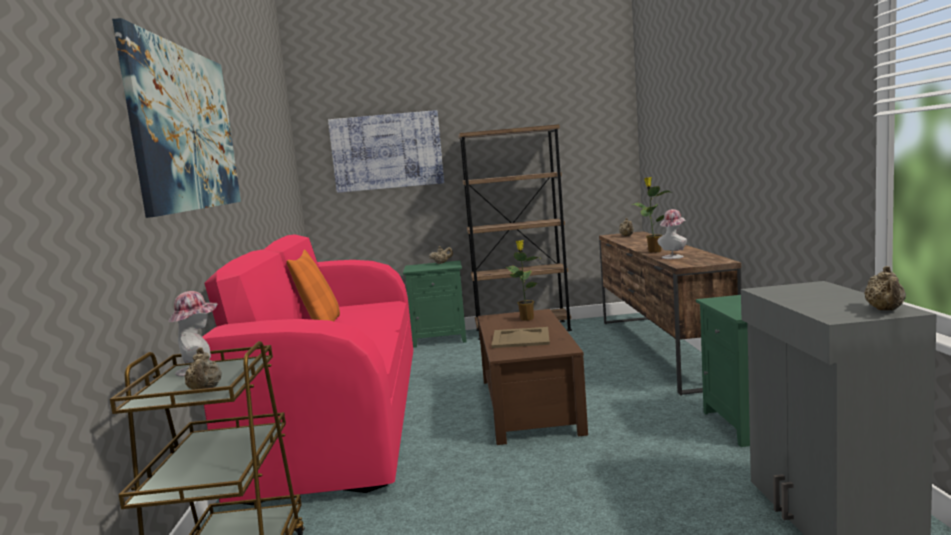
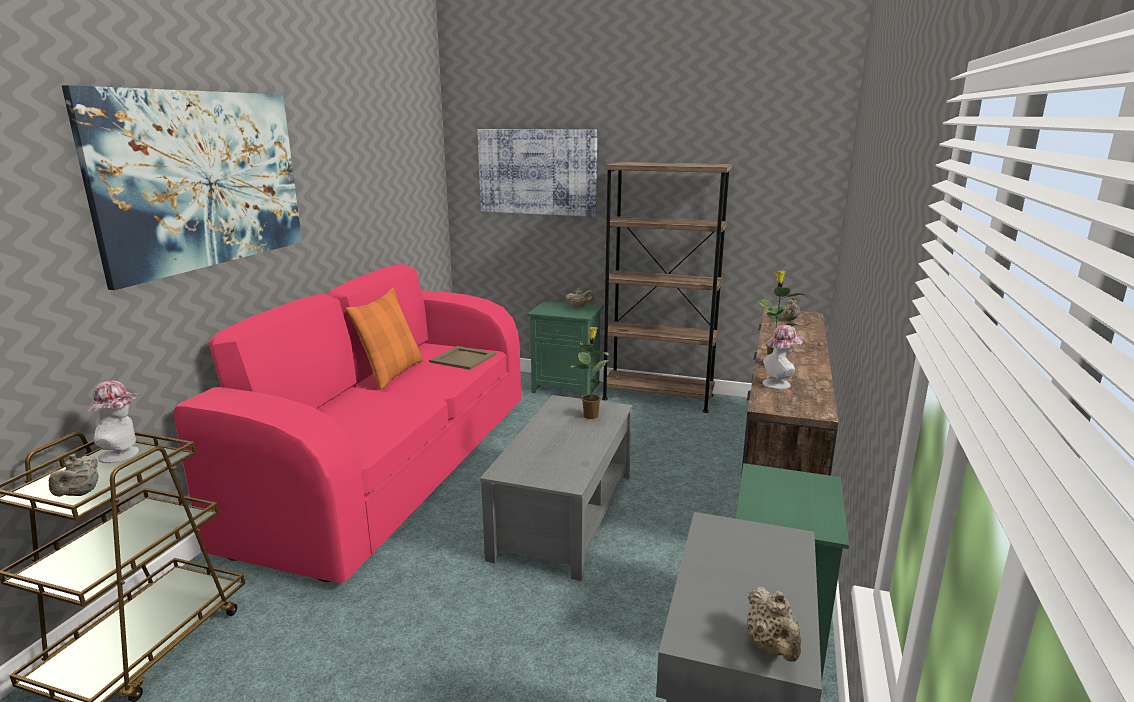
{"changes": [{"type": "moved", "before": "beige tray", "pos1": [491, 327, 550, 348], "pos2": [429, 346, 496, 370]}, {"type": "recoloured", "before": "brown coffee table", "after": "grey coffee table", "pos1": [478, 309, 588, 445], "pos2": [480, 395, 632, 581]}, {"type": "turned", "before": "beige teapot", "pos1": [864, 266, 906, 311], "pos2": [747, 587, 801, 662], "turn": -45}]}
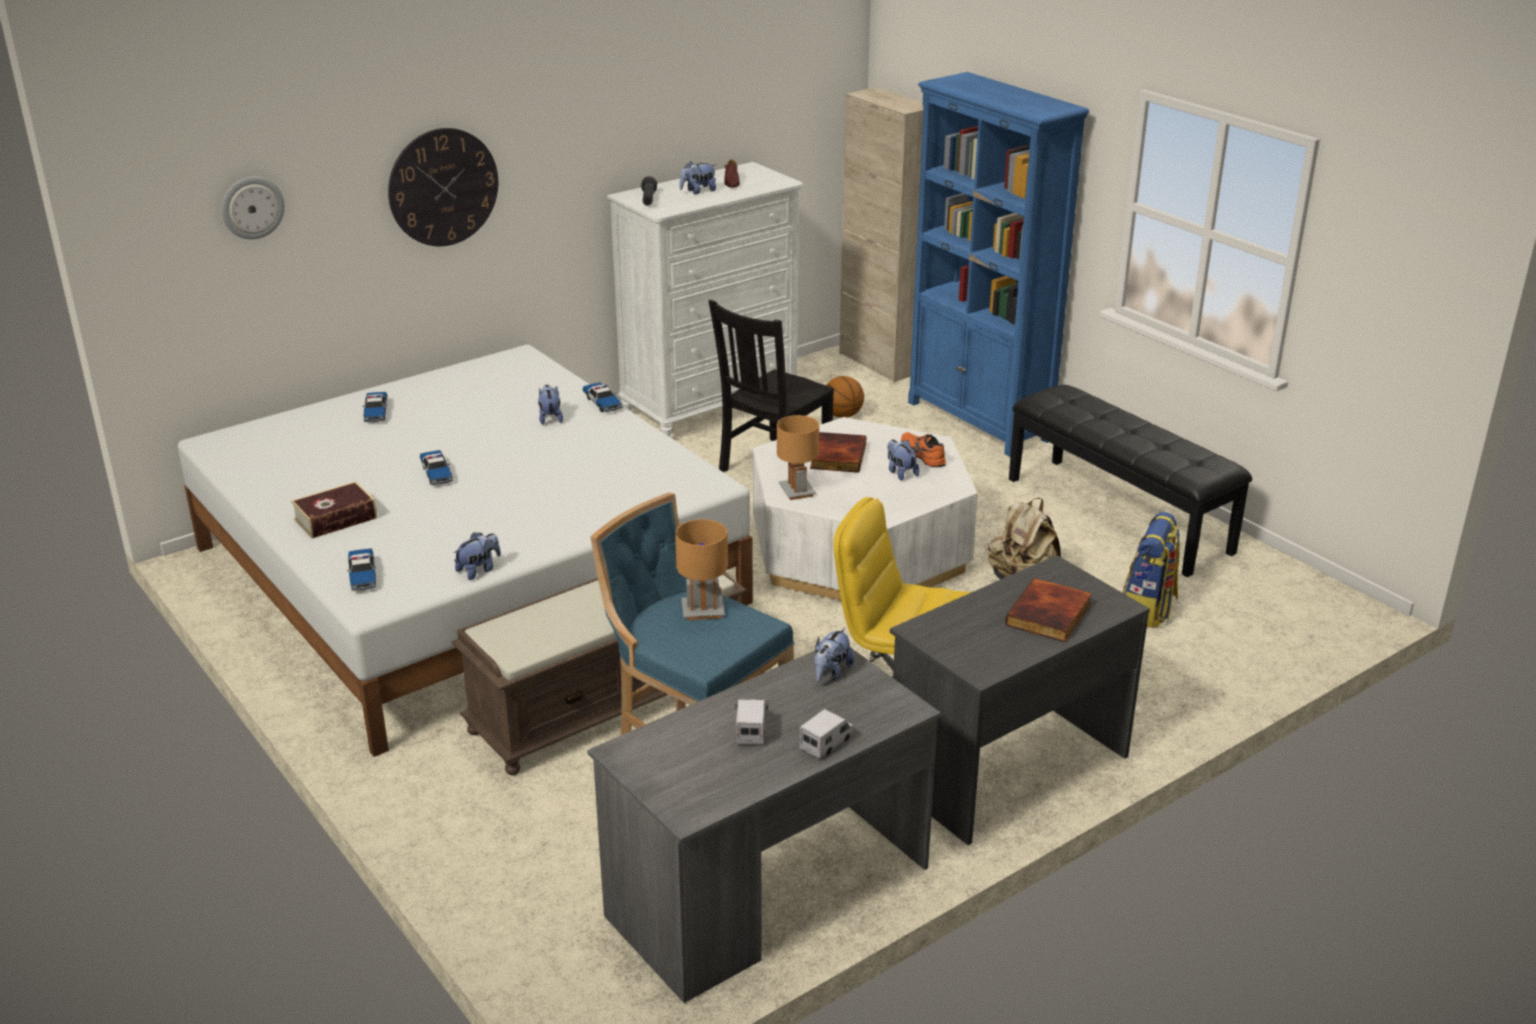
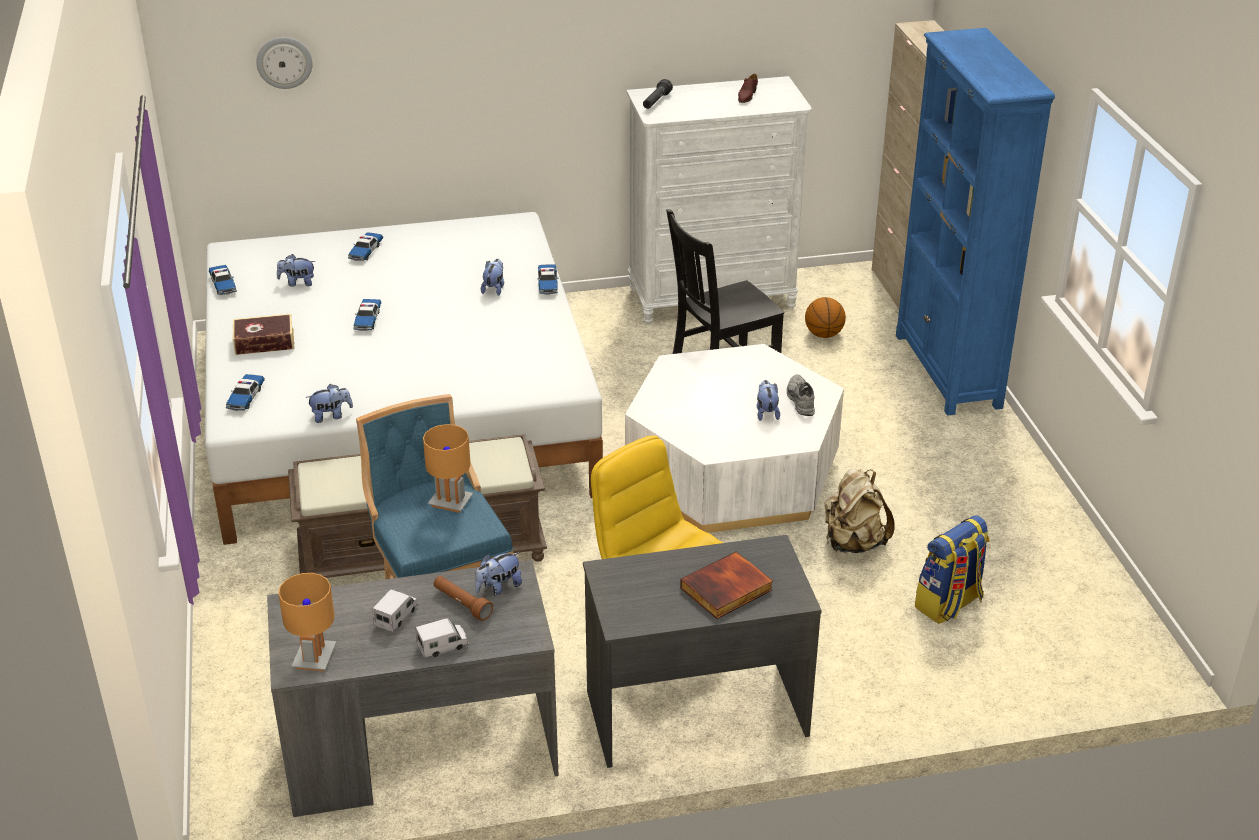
{"changes": [{"type": "removed", "before": "wall clock", "pos1": [388, 128, 498, 246]}, {"type": "removed", "before": "book", "pos1": [810, 432, 866, 473]}, {"type": "removed", "before": "black bench", "pos1": [1009, 385, 1252, 577]}, {"type": "added", "after": "toy car", "pos2": [209, 265, 237, 295]}, {"type": "added", "after": "brown flashlight", "pos2": [434, 576, 493, 621]}, {"type": "moved", "before": "plush toy", "pos1": [680, 161, 716, 194], "pos2": [277, 254, 315, 287]}, {"type": "moved", "before": "brown table lamp", "pos1": [777, 415, 819, 500], "pos2": [278, 573, 336, 671]}, {"type": "recoloured", "before": "orange shoe", "after": "grey shoe", "pos1": [901, 432, 946, 467], "pos2": [787, 374, 815, 416]}]}
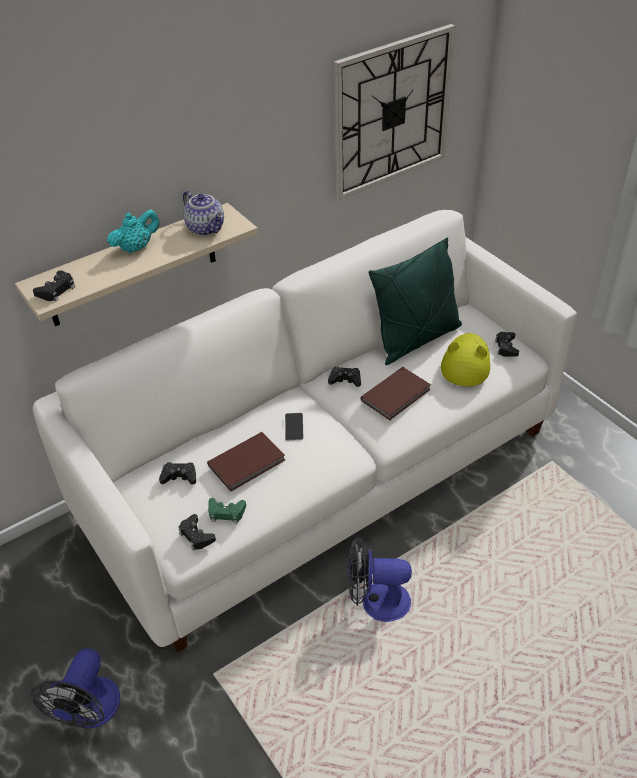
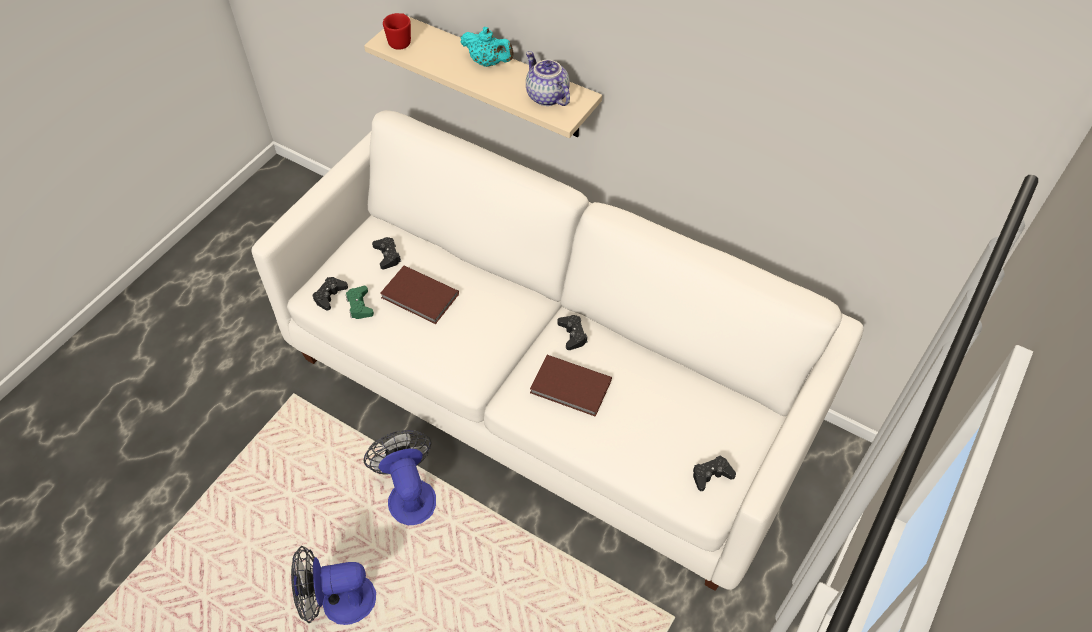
{"changes": [{"type": "removed", "before": "phone", "pos1": [285, 413, 303, 441]}, {"type": "removed", "before": "wall clock", "pos1": [334, 24, 455, 200]}, {"type": "removed", "before": "green pillow", "pos1": [369, 238, 462, 365]}, {"type": "removed", "before": "yellow hat", "pos1": [441, 333, 490, 387]}, {"type": "moved", "before": "fan", "pos1": [31, 648, 120, 729], "pos2": [291, 546, 376, 625]}, {"type": "replaced", "before": "black game controller", "after": "red mug", "pos1": [33, 270, 75, 301], "pos2": [383, 13, 411, 50]}, {"type": "turned", "before": "teapot", "pos1": [183, 191, 224, 236], "pos2": [526, 51, 570, 106], "turn": 120}]}
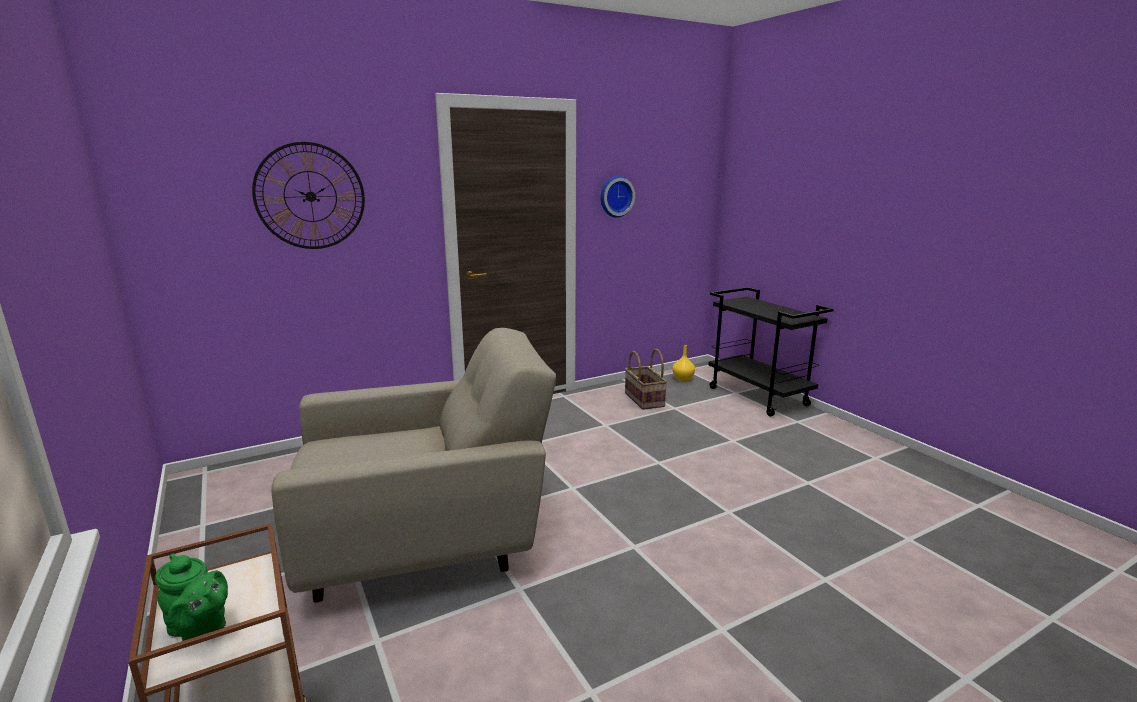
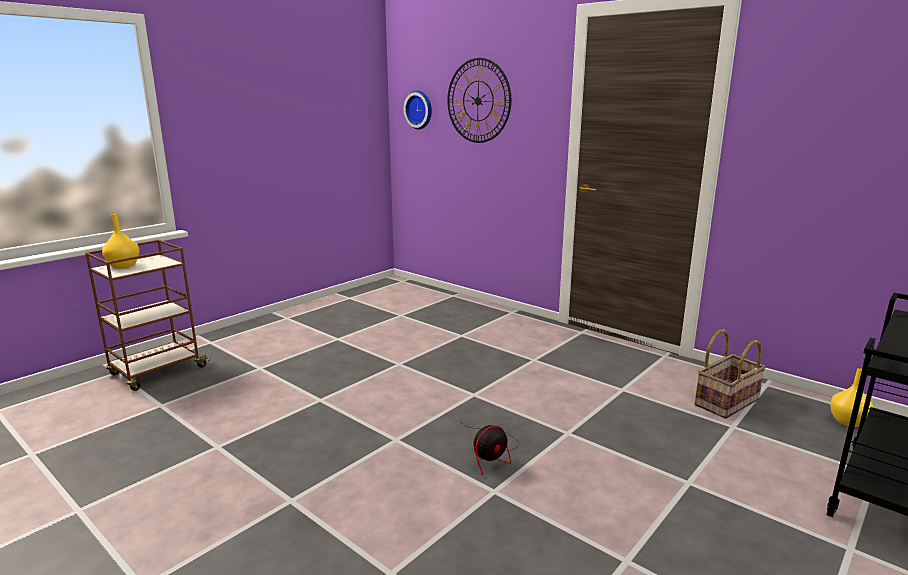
{"changes": [{"type": "removed", "before": "beige armchair", "pos1": [271, 328, 556, 603]}, {"type": "added", "after": "fan", "pos2": [463, 424, 520, 475]}, {"type": "moved", "before": "wall clock", "pos1": [601, 176, 635, 218], "pos2": [404, 90, 432, 129]}, {"type": "replaced", "before": "green teapot", "after": "yellow vase", "pos1": [155, 553, 228, 641], "pos2": [102, 214, 140, 269]}]}
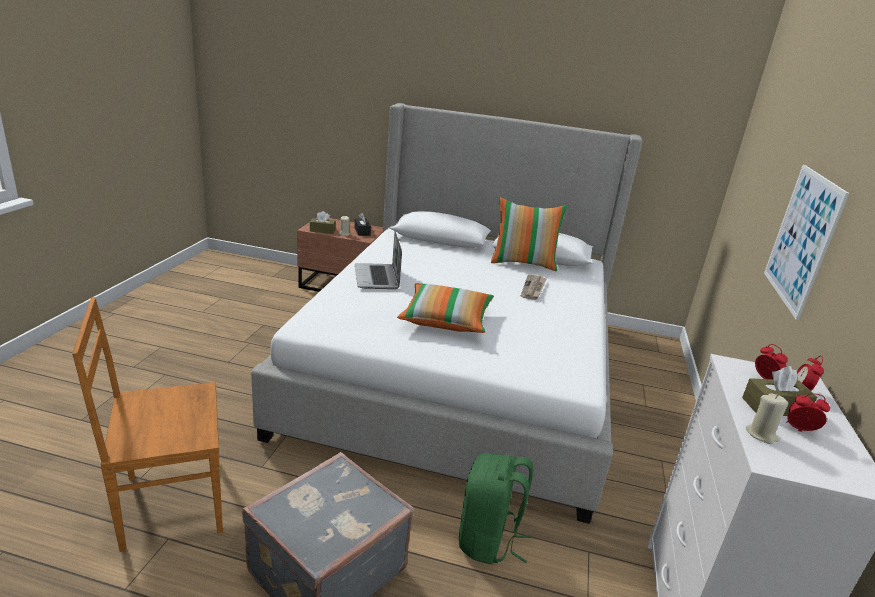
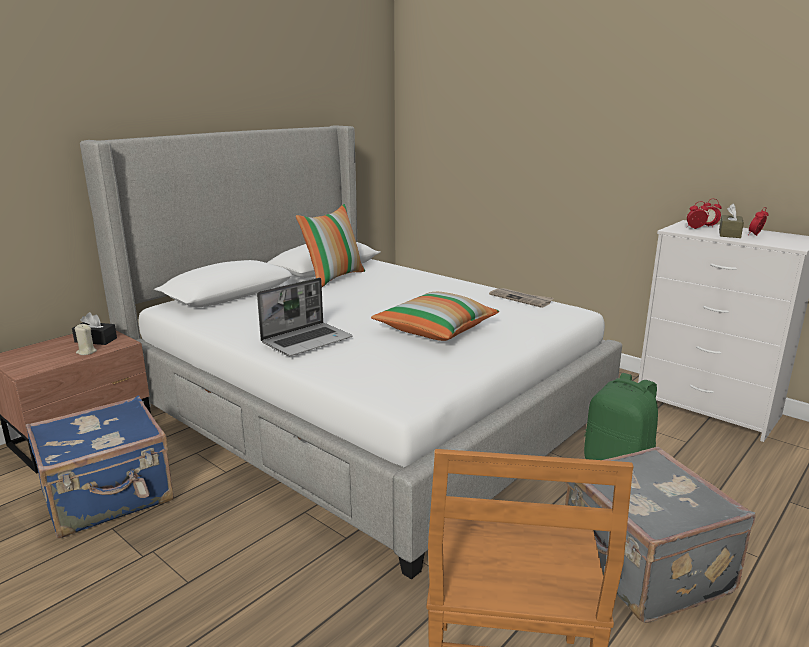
{"changes": [{"type": "removed", "before": "brown tissue box", "pos1": [310, 211, 336, 234]}, {"type": "removed", "before": "beige candle", "pos1": [746, 393, 788, 444]}, {"type": "removed", "before": "picture", "pos1": [764, 165, 849, 320]}, {"type": "added", "after": "blue suitcase", "pos2": [26, 396, 174, 538]}, {"type": "moved", "before": "newspaper", "pos1": [521, 274, 546, 300], "pos2": [489, 288, 554, 308]}, {"type": "turned", "before": "laptop", "pos1": [355, 231, 402, 289], "pos2": [257, 278, 353, 356], "turn": -60}]}
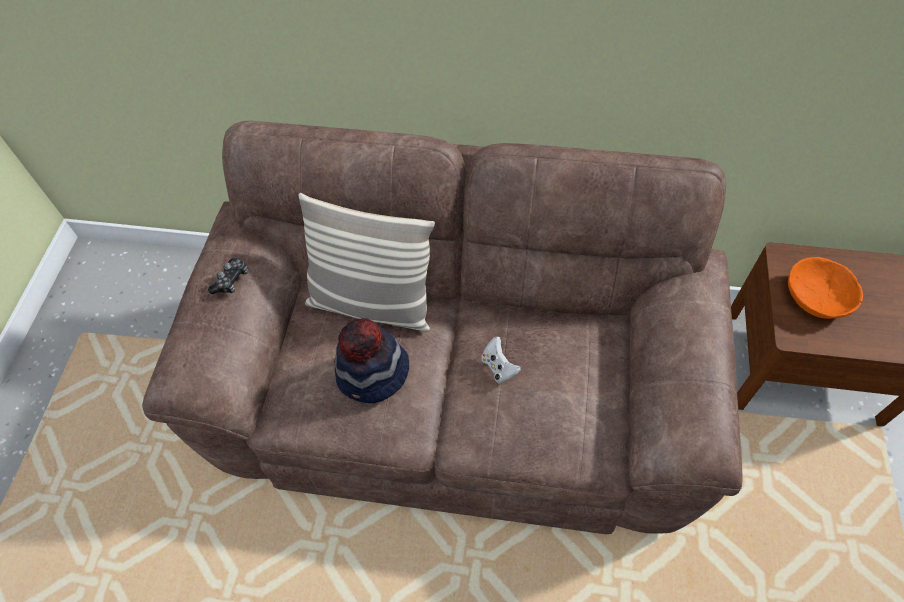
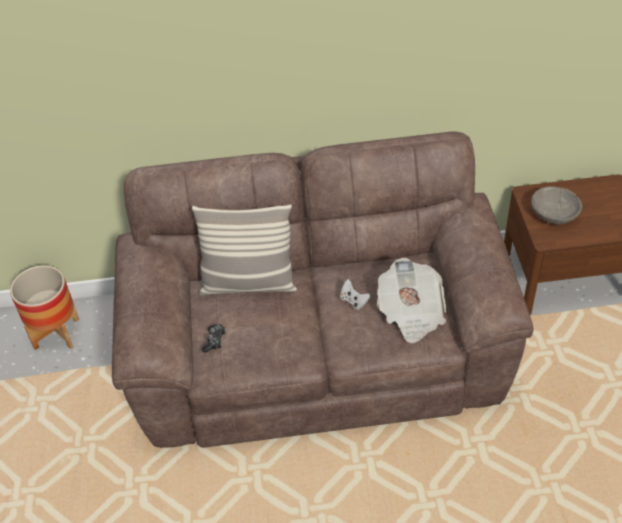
{"changes": [{"type": "removed", "before": "hat", "pos1": [335, 318, 409, 403]}, {"type": "added", "after": "planter", "pos2": [10, 265, 79, 350]}, {"type": "added", "after": "newspaper", "pos2": [377, 258, 446, 343]}, {"type": "moved", "before": "game controller", "pos1": [208, 258, 248, 294], "pos2": [202, 324, 226, 353]}, {"type": "recoloured", "before": "orange bowl", "after": "grey bowl", "pos1": [788, 257, 863, 319], "pos2": [531, 186, 582, 224]}]}
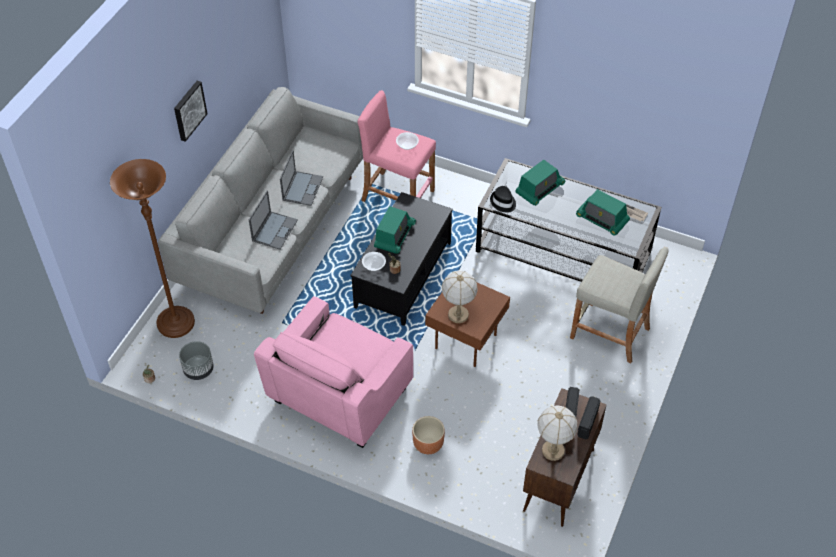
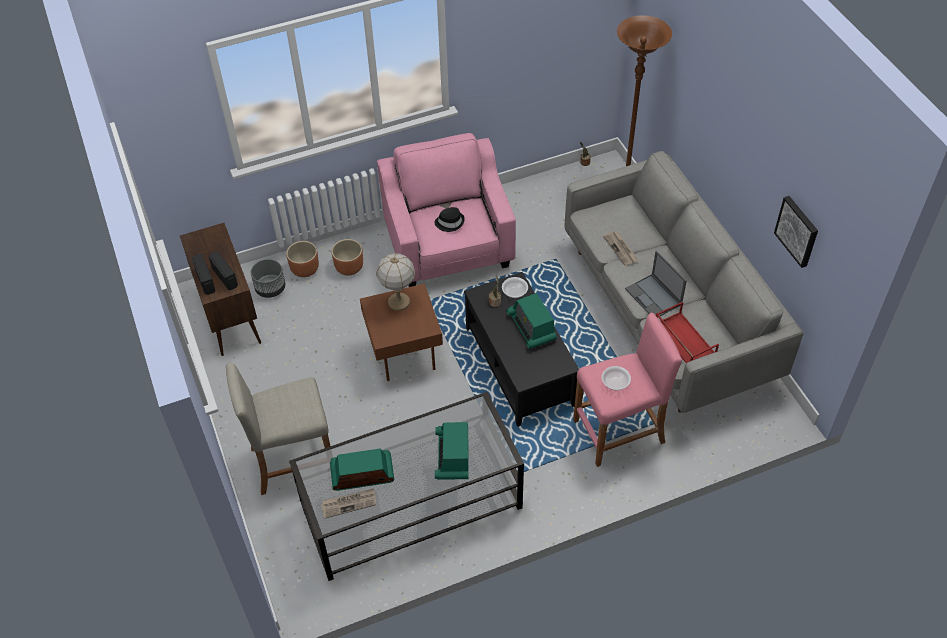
{"changes": [{"type": "removed", "before": "table lamp", "pos1": [537, 406, 577, 461]}, {"type": "added", "after": "brown planter", "pos2": [286, 241, 319, 277]}, {"type": "added", "after": "red tray", "pos2": [656, 302, 719, 363]}, {"type": "moved", "before": "picture", "pos1": [174, 81, 207, 142], "pos2": [774, 196, 818, 268]}, {"type": "moved", "before": "grey planter", "pos1": [179, 341, 214, 380], "pos2": [251, 259, 286, 298]}, {"type": "moved", "before": "black hat", "pos1": [490, 186, 516, 212], "pos2": [434, 207, 465, 232]}, {"type": "replaced", "before": "laptop", "after": "newspaper", "pos1": [249, 191, 298, 250], "pos2": [603, 231, 638, 266]}]}
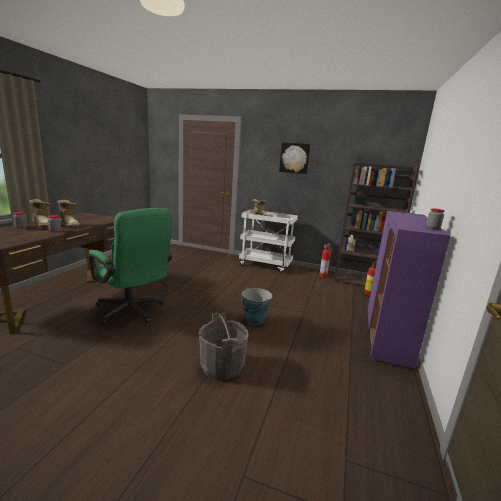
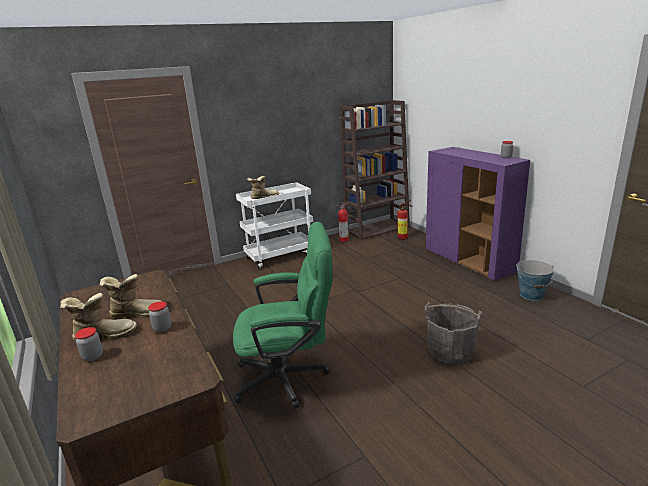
{"changes": [{"type": "removed", "before": "picture", "pos1": [279, 143, 311, 174]}, {"type": "moved", "before": "bucket", "pos1": [241, 288, 272, 325], "pos2": [517, 260, 555, 301]}]}
